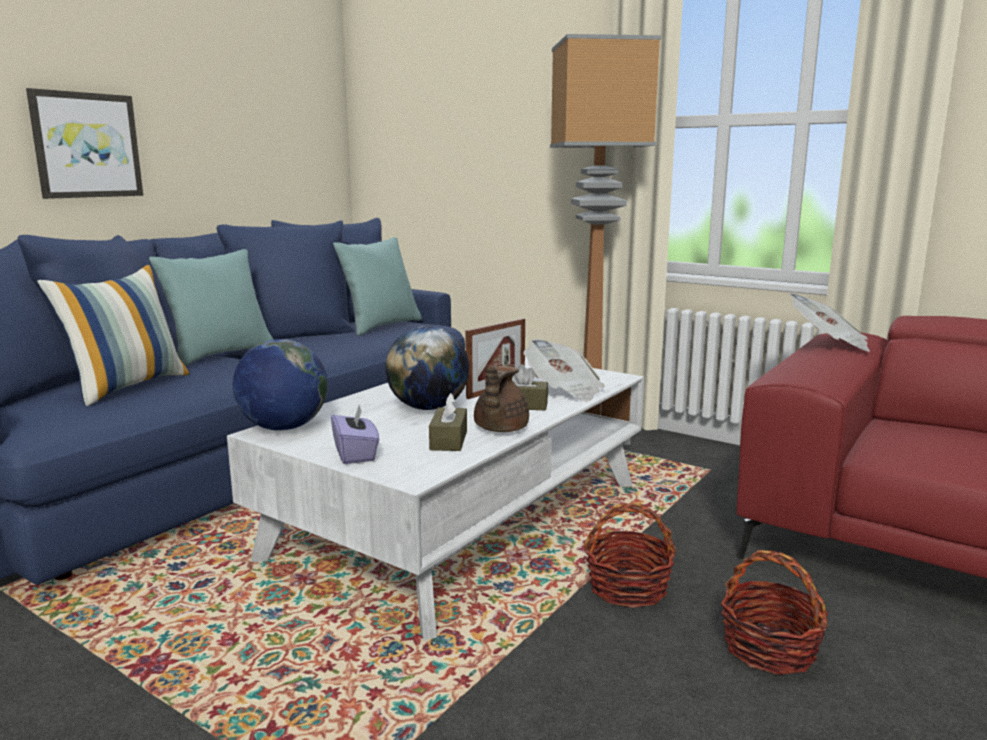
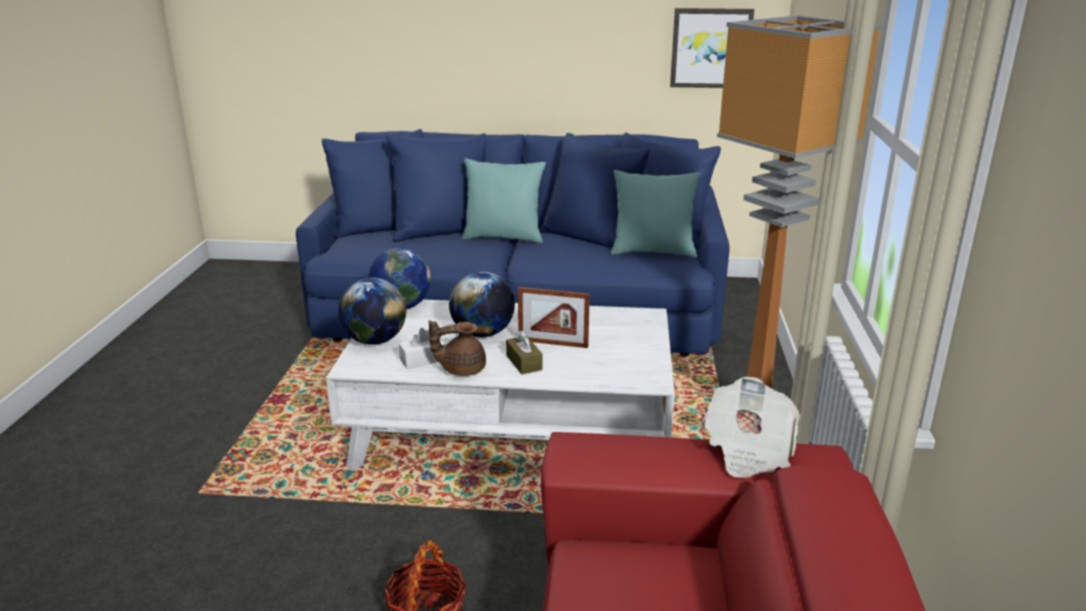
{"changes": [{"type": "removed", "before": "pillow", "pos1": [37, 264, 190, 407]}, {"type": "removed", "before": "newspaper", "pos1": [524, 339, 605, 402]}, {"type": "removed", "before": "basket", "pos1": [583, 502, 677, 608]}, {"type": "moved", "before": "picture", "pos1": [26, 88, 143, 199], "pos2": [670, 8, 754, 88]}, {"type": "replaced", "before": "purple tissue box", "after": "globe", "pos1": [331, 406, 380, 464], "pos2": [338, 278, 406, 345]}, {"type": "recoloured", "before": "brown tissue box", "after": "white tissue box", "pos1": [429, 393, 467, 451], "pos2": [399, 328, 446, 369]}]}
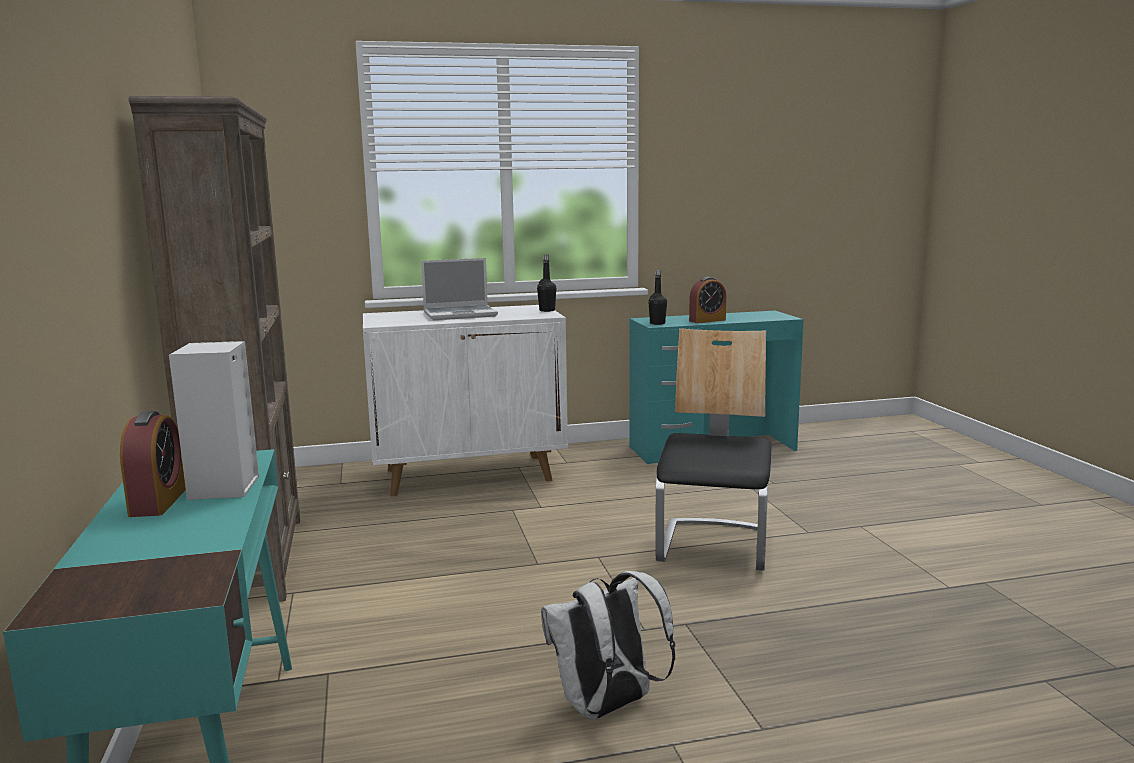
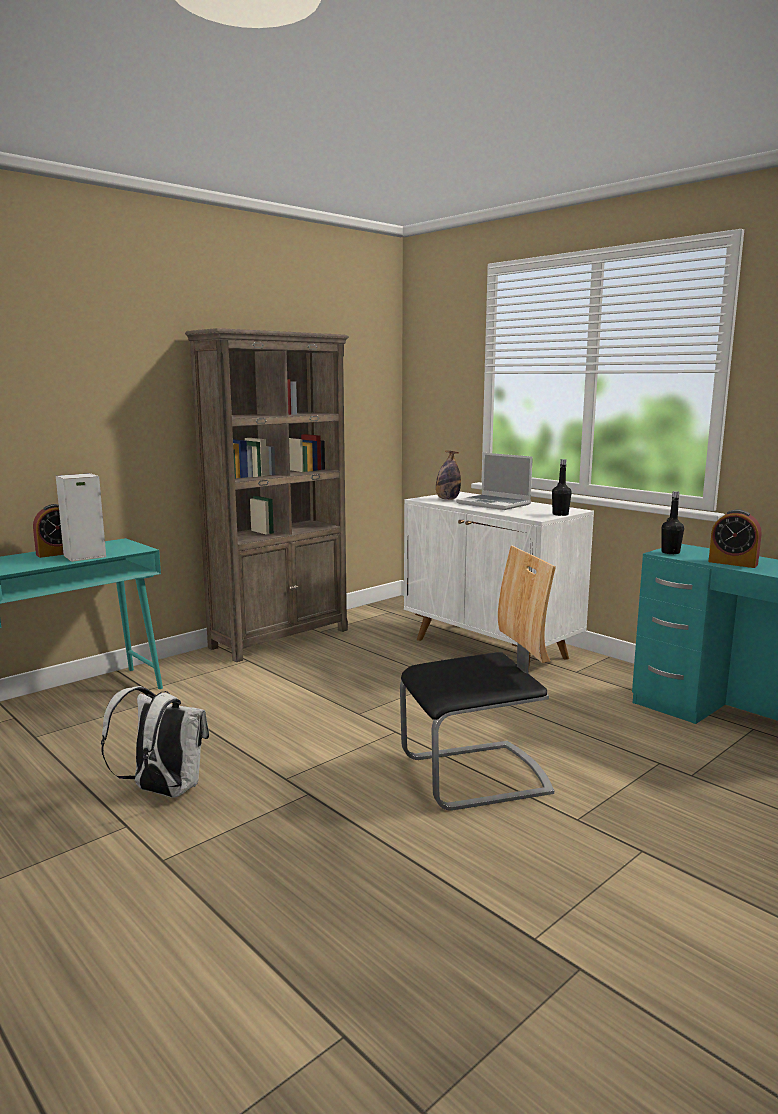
{"changes": [{"type": "added", "after": "bottle", "pos2": [436, 450, 461, 500]}]}
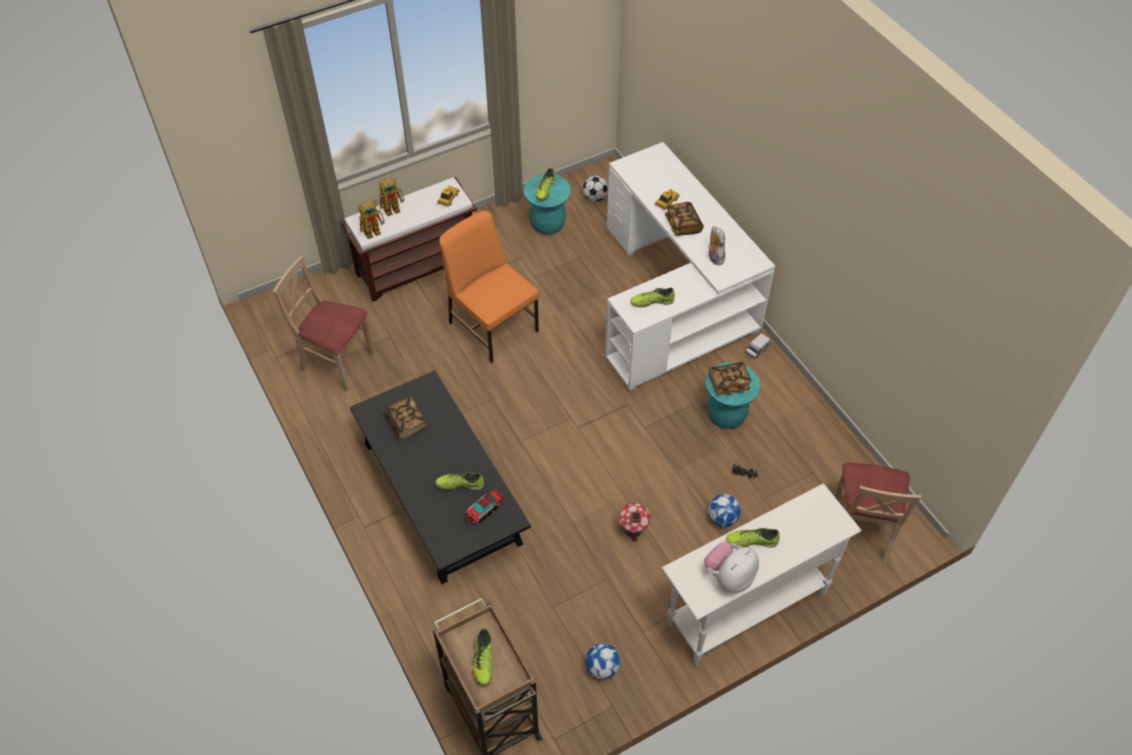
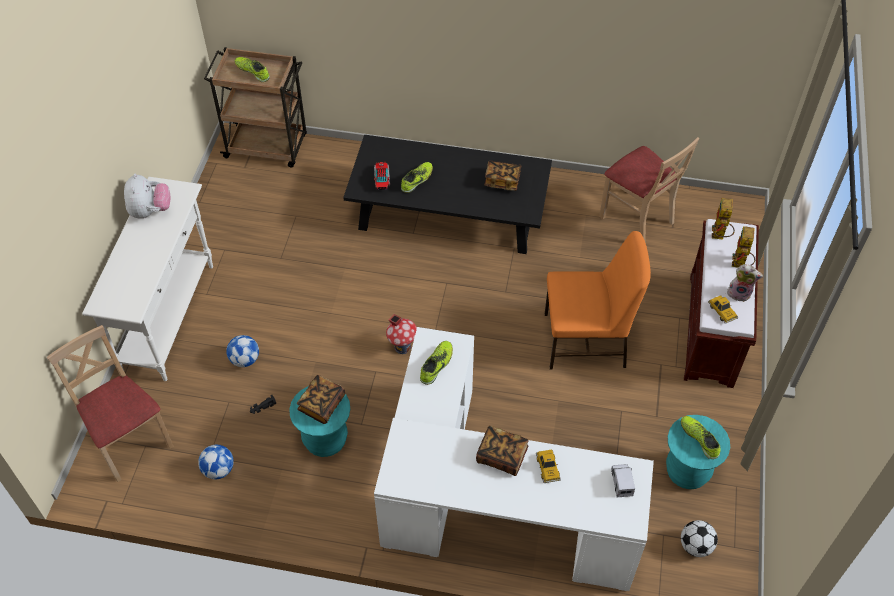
{"changes": [{"type": "removed", "before": "shoe", "pos1": [726, 528, 780, 548]}, {"type": "moved", "before": "football", "pos1": [585, 643, 621, 679], "pos2": [198, 445, 234, 479]}, {"type": "moved", "before": "toy house", "pos1": [618, 502, 651, 541], "pos2": [386, 314, 417, 354]}, {"type": "moved", "before": "plush toy", "pos1": [708, 226, 725, 265], "pos2": [727, 264, 763, 302]}, {"type": "moved", "before": "toy truck", "pos1": [745, 333, 771, 360], "pos2": [611, 464, 635, 497]}, {"type": "turned", "before": "beige chair", "pos1": [273, 256, 374, 392], "pos2": [599, 137, 699, 240], "turn": 75}]}
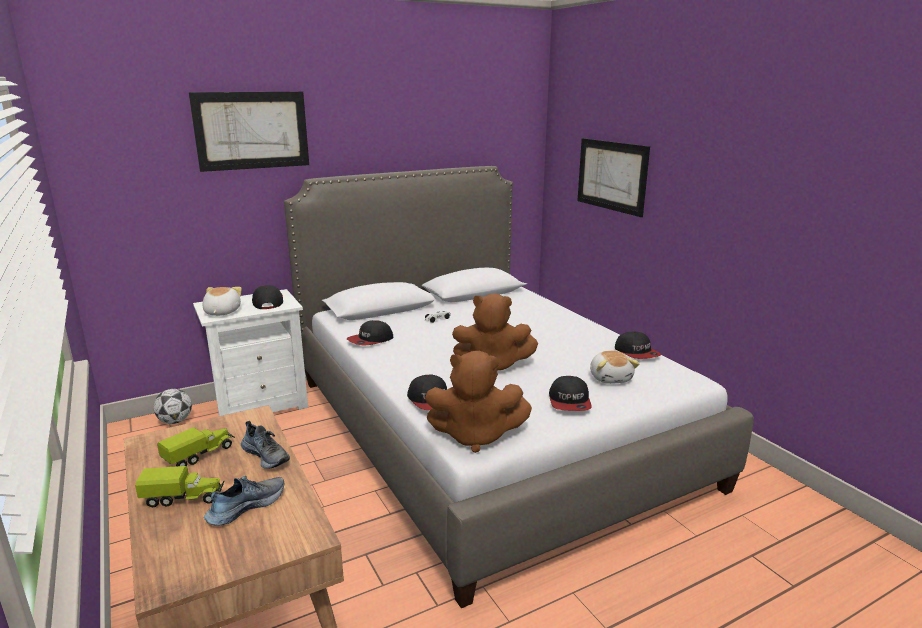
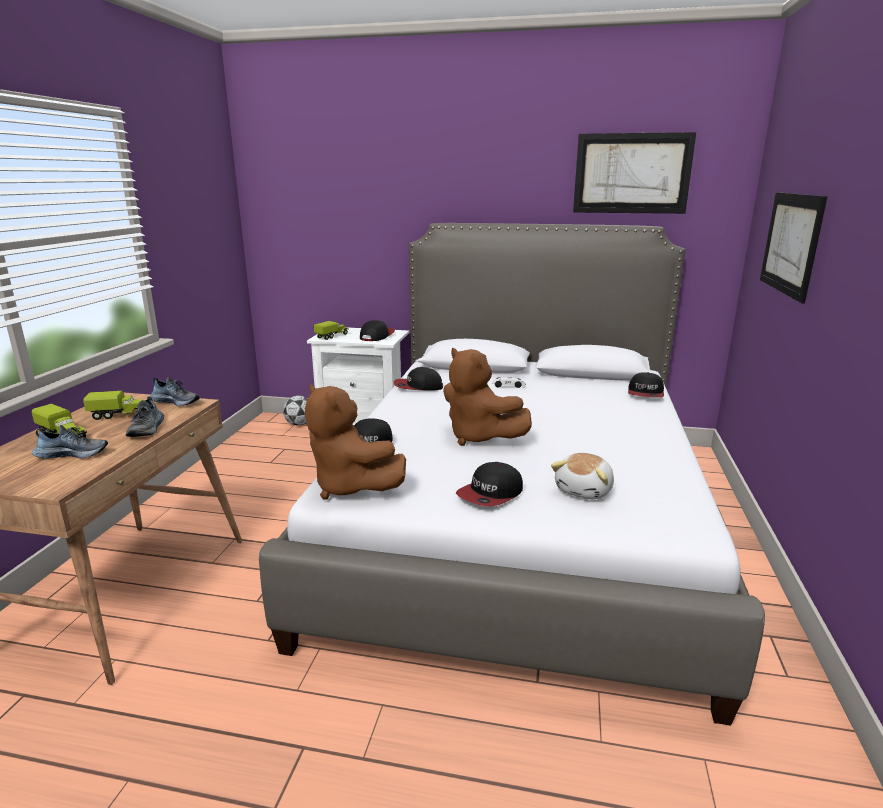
{"changes": [{"type": "added", "after": "shoe", "pos2": [150, 377, 200, 406]}, {"type": "moved", "before": "picture", "pos1": [189, 92, 309, 172], "pos2": [573, 132, 696, 214]}, {"type": "moved", "before": "cap", "pos1": [615, 331, 661, 359], "pos2": [628, 372, 664, 398]}, {"type": "replaced", "before": "plush toy", "after": "toy truck", "pos1": [202, 287, 242, 316], "pos2": [314, 321, 348, 340]}]}
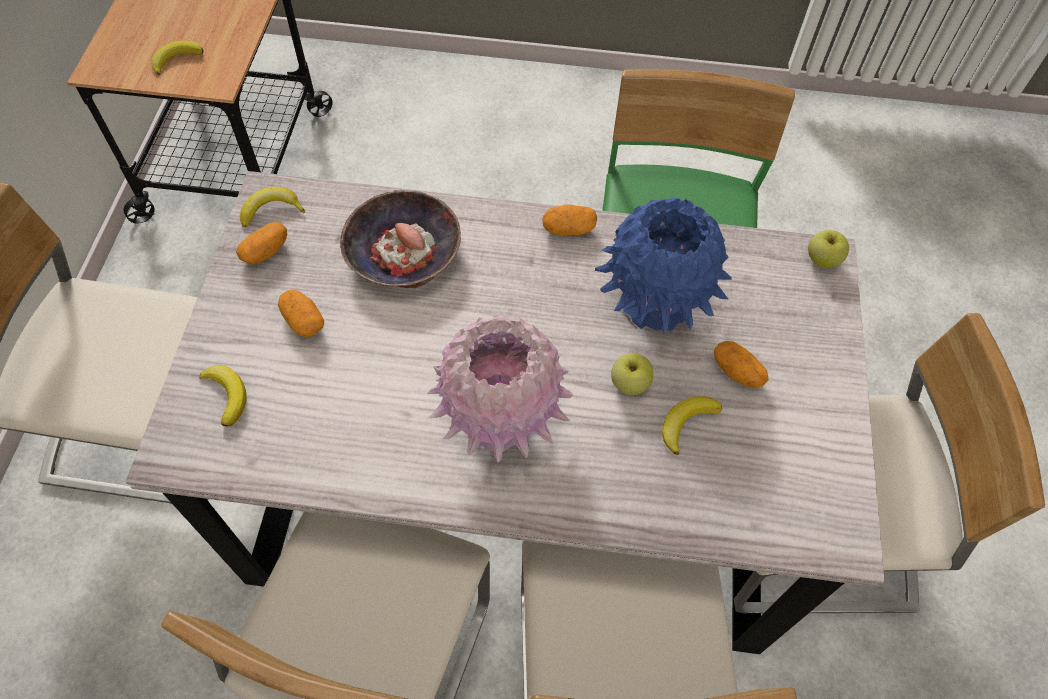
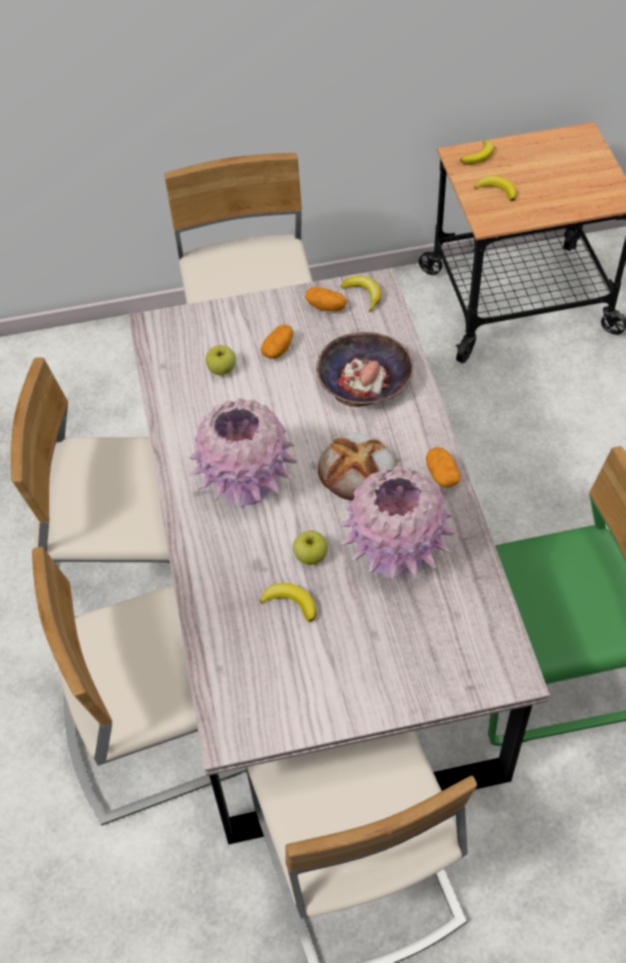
{"changes": [{"type": "removed", "before": "potato", "pos1": [714, 341, 769, 388]}, {"type": "added", "after": "bread", "pos2": [318, 433, 396, 500]}, {"type": "moved", "before": "banana", "pos1": [199, 365, 247, 426], "pos2": [460, 140, 494, 165]}, {"type": "moved", "before": "apple", "pos1": [808, 230, 849, 268], "pos2": [206, 345, 236, 375]}, {"type": "recoloured", "before": "blue vase", "after": "pink vase", "pos1": [595, 198, 732, 333], "pos2": [339, 466, 454, 580]}]}
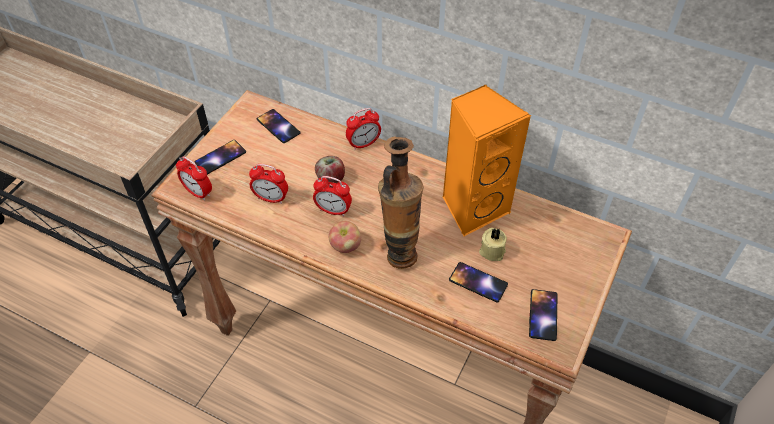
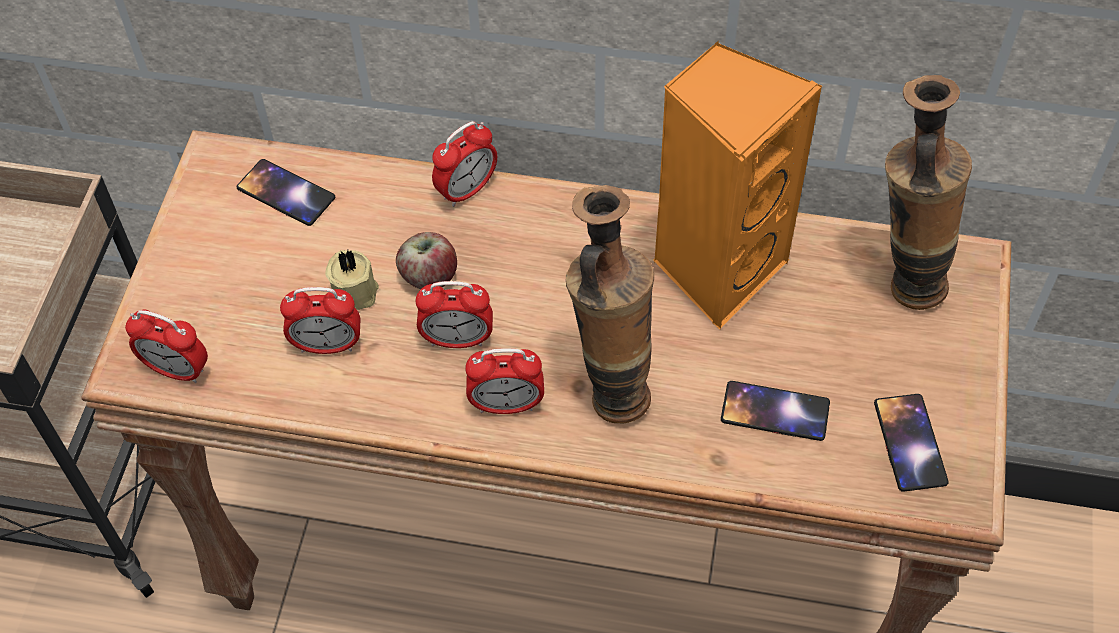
{"changes": [{"type": "removed", "before": "phone", "pos1": [195, 140, 246, 175]}, {"type": "added", "after": "vase", "pos2": [885, 75, 972, 310]}, {"type": "moved", "before": "beige candle", "pos1": [479, 228, 507, 261], "pos2": [325, 250, 379, 310]}, {"type": "replaced", "before": "apple", "after": "alarm clock", "pos1": [329, 221, 361, 253], "pos2": [465, 348, 544, 414]}]}
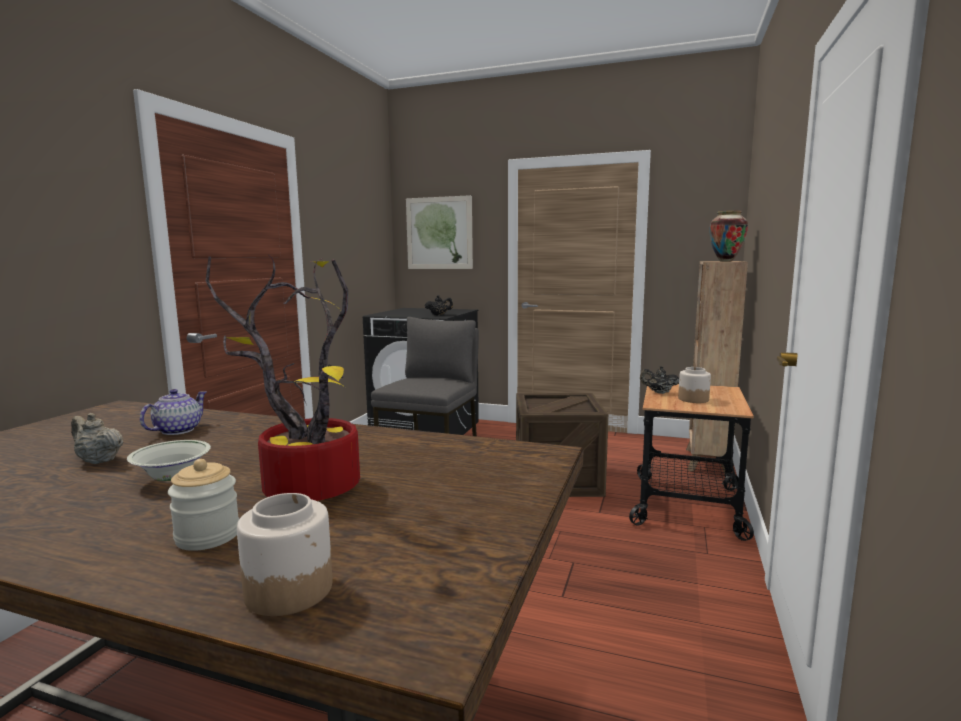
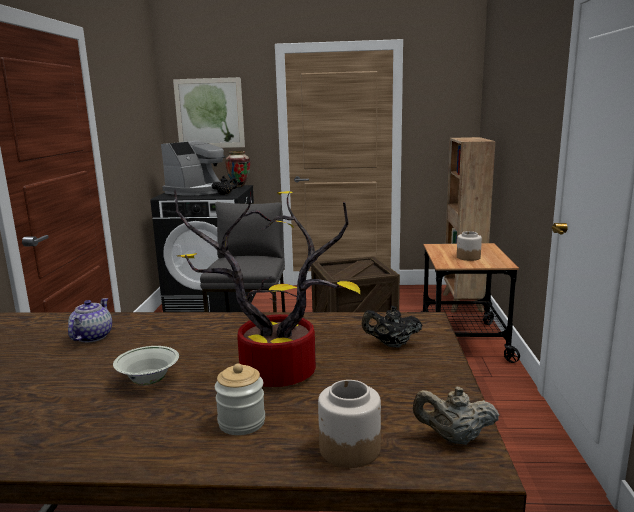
{"changes": [{"type": "added", "after": "coffee machine", "pos2": [161, 141, 225, 196]}, {"type": "moved", "before": "beige teapot", "pos1": [71, 413, 124, 464], "pos2": [413, 386, 499, 445]}, {"type": "moved", "before": "black teapot", "pos1": [640, 366, 679, 394], "pos2": [362, 306, 422, 348]}, {"type": "moved", "before": "vase", "pos1": [709, 210, 748, 261], "pos2": [225, 151, 250, 187]}]}
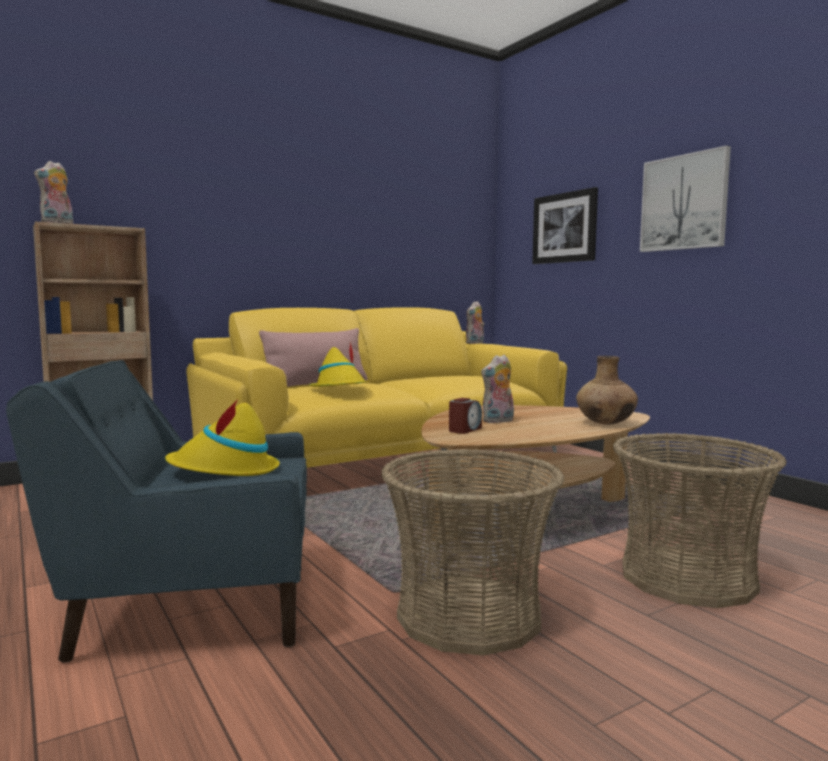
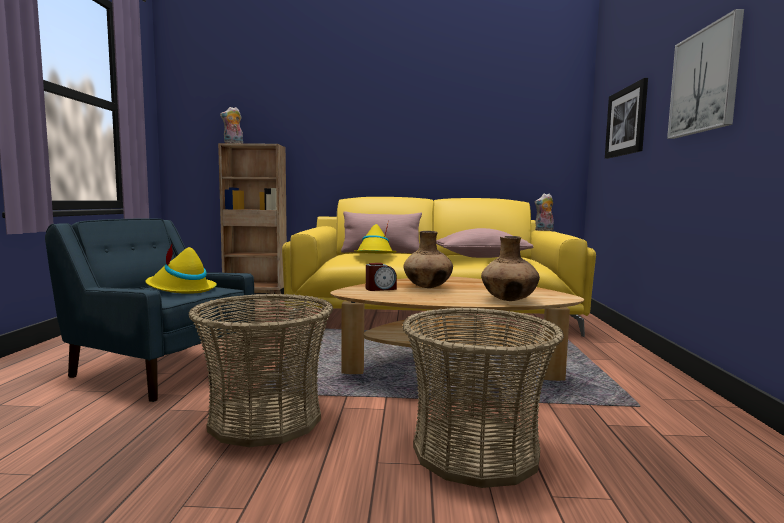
{"changes": [{"type": "added", "after": "pink pillow", "pos2": [436, 228, 533, 258]}, {"type": "replaced", "before": "plush toy", "after": "brown vase", "pos1": [481, 355, 514, 423], "pos2": [404, 231, 453, 288]}]}
